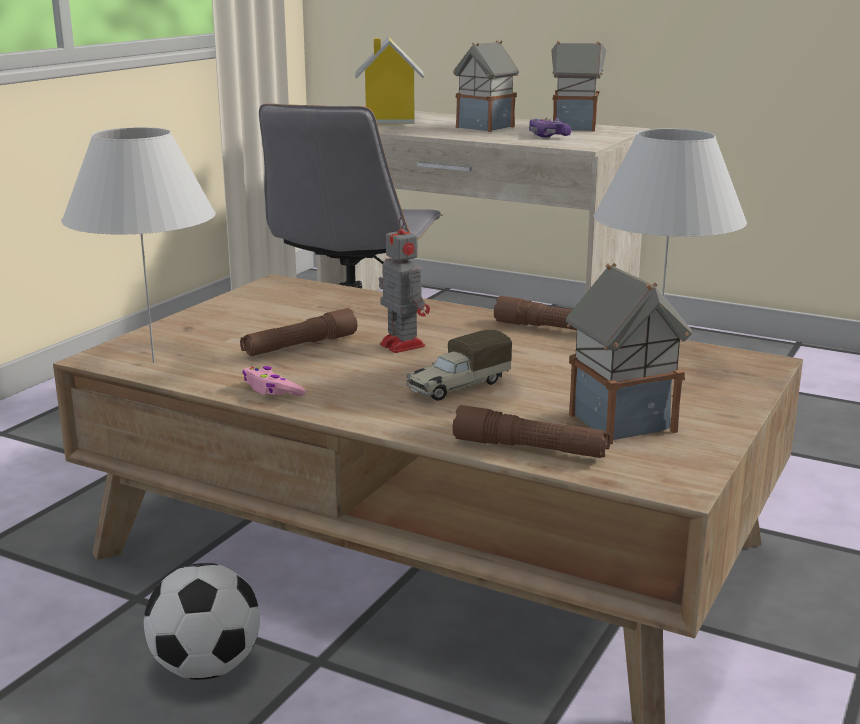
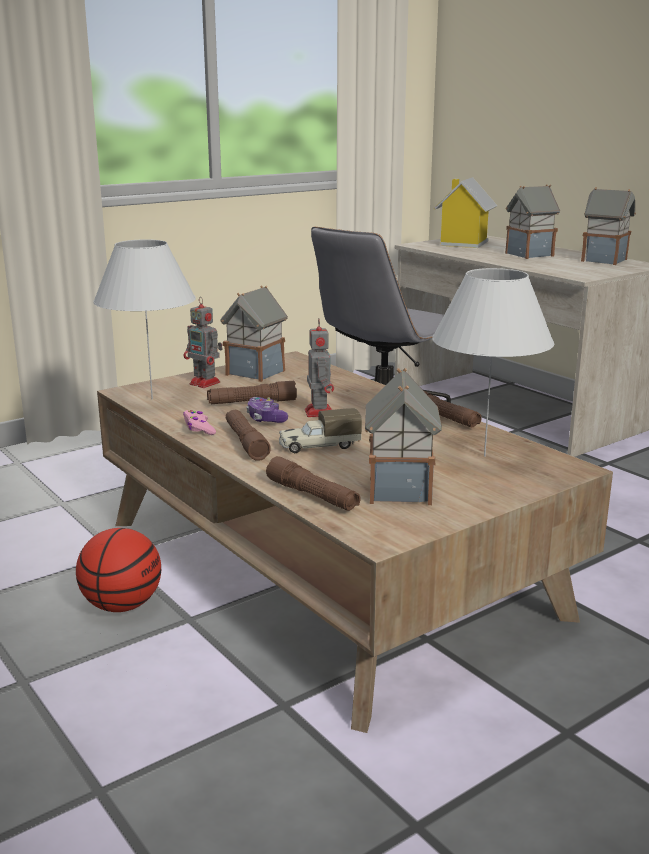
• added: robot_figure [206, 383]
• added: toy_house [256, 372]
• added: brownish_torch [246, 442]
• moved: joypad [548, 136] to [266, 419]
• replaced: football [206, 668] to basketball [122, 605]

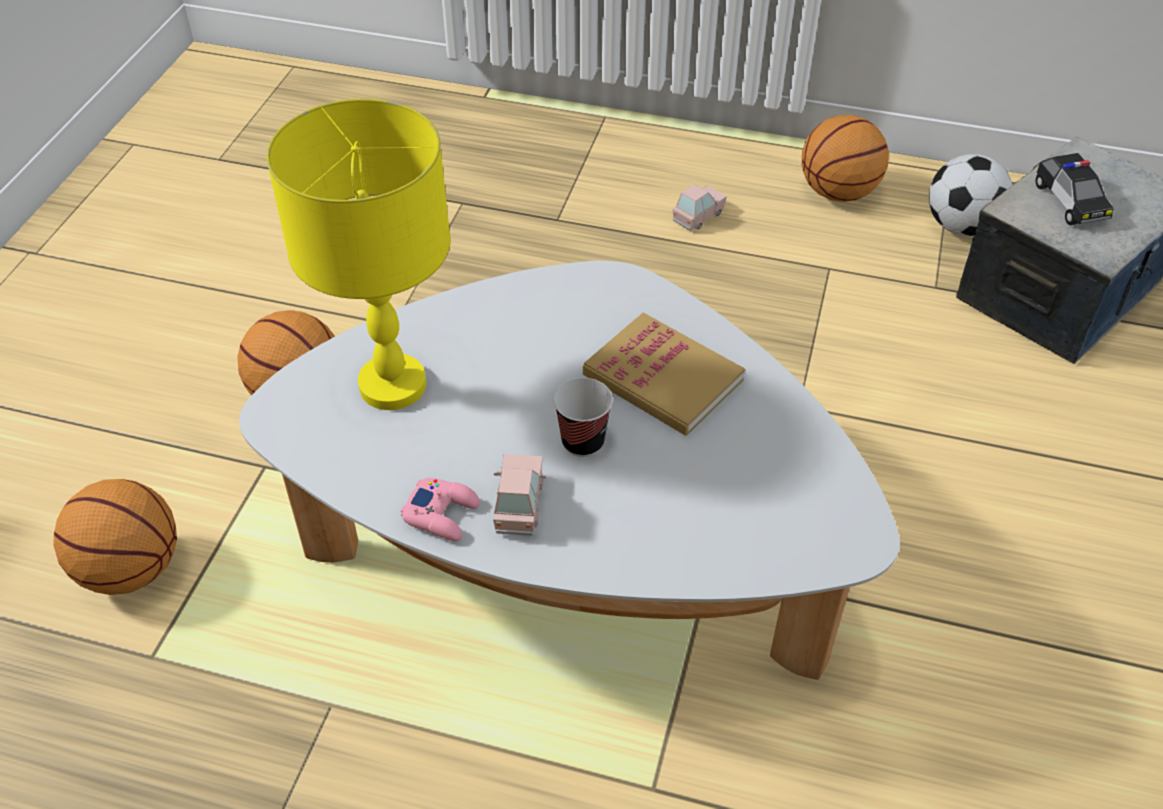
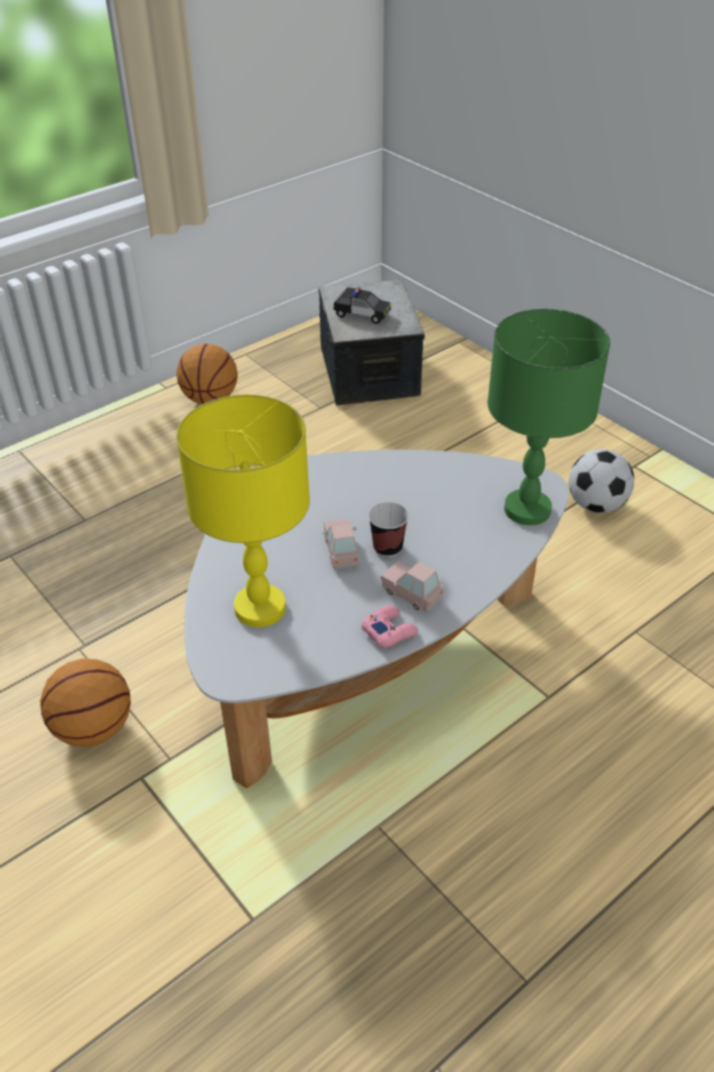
• removed: basketball [132, 569]
• removed: book [662, 378]
• added: greenish_tabletop_lamp [528, 510]
• moved: pink-coloured_model_car [698, 216] to [341, 551]
• moved: football [961, 227] to [596, 505]

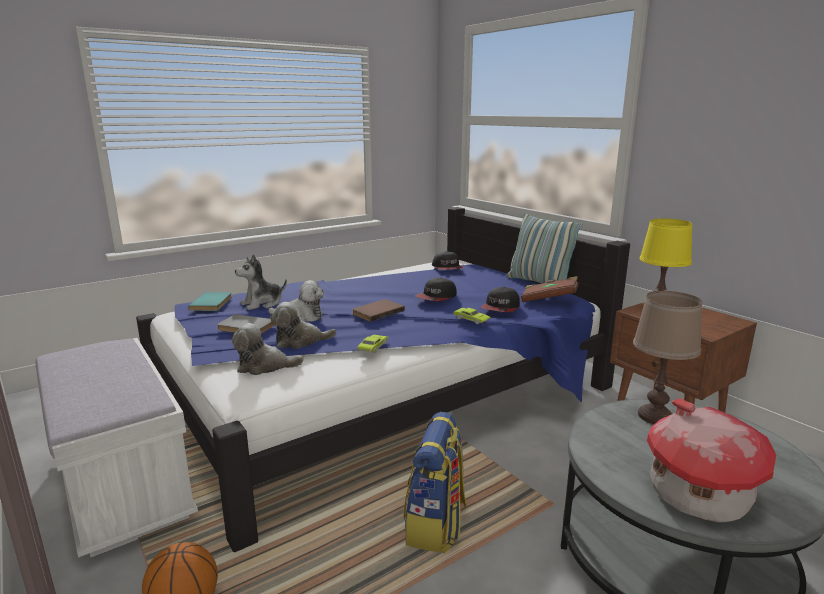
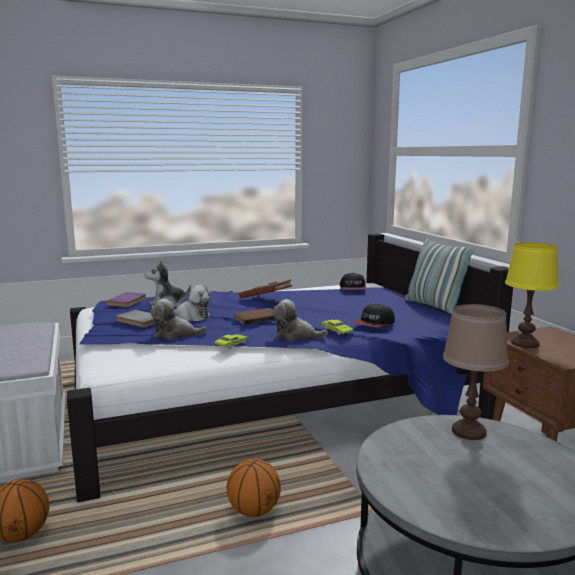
• removed: peaked_cap [436, 297]
• removed: toy_house [696, 495]
• moved: cuddly_toy [264, 366] to [295, 336]
• moved: brownish_book [549, 300] to [266, 299]
• replaced: knapsack [436, 525] to basketball [254, 511]
• recoloured: turquoise-coloured_book [213, 303] to purple-coloured_book [128, 301]

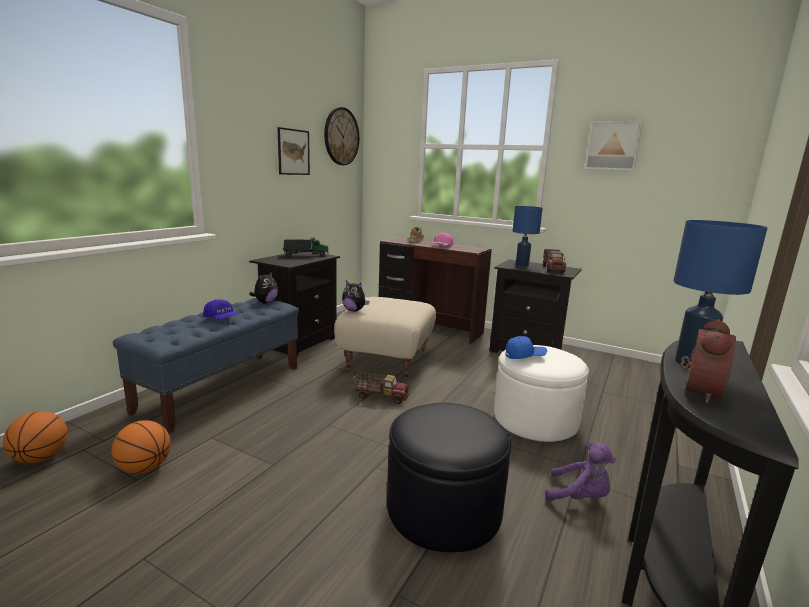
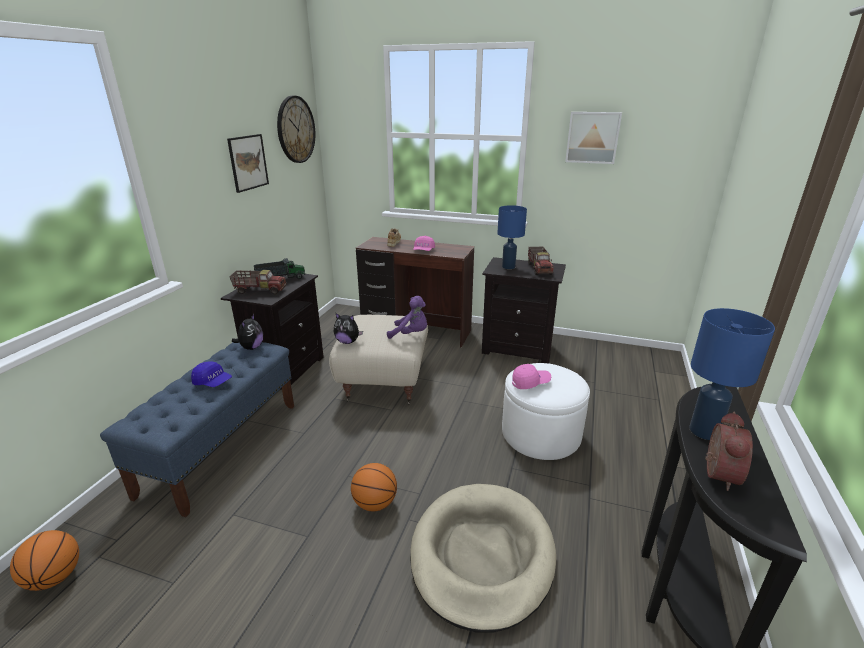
• moved: basketball [144, 468] to [375, 503]
• moved: model_truck [381, 396] to [260, 290]
• moved: purple-coloured_cuddly_toy [579, 497] to [411, 334]
• replaced: blackish_pouffe [443, 509] to sand-coloured_dog_bed [481, 556]
• recoloured: blue_peaked_cap [524, 356] to pink-coloured_peaked_cap [530, 382]

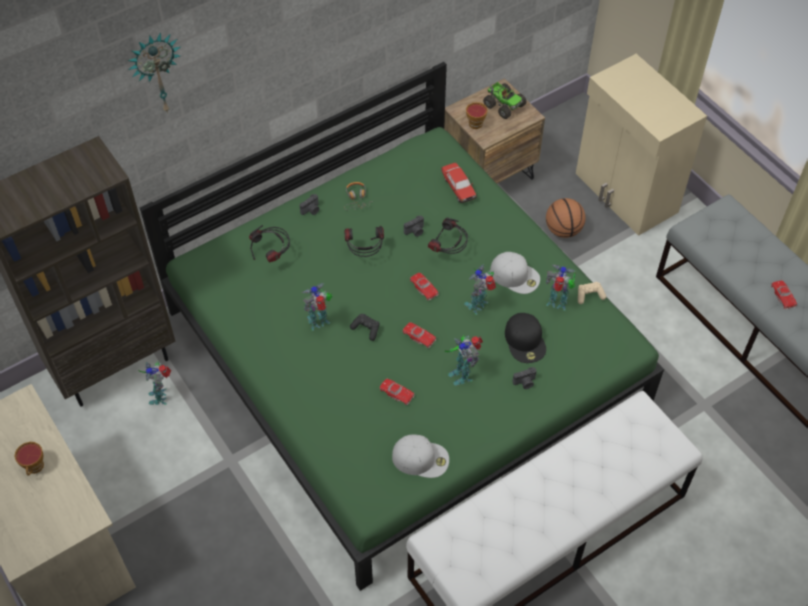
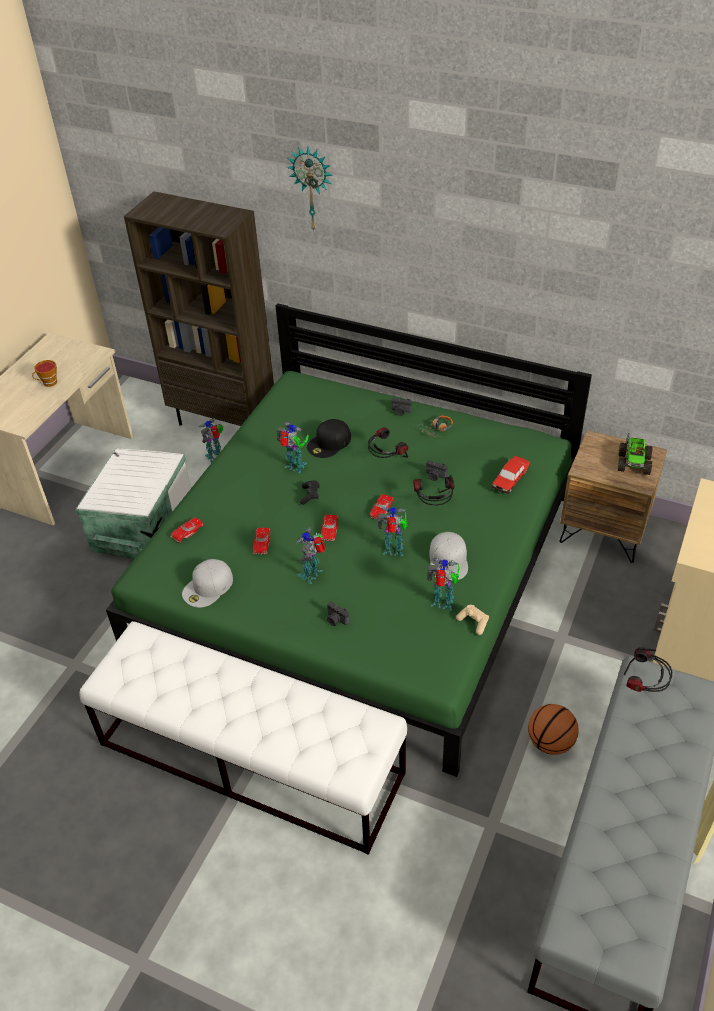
• removed: drinking_cup [476, 122]
• added: white-coloured_storage_box [141, 527]
• moved: pair_of_headphones [273, 256] to [643, 687]
• moved: blackish_peaked_cap [525, 341] to [329, 443]
• moved: basketball [563, 230] to [550, 742]
• moved: red_model_car [783, 296] to [187, 531]
• turned: white-coloured_peaked_cap [421, 458] = [208, 587] 60 degrees clockwise
• turned: robot_figure [558, 304] = [443, 604] 60 degrees counterclockwise

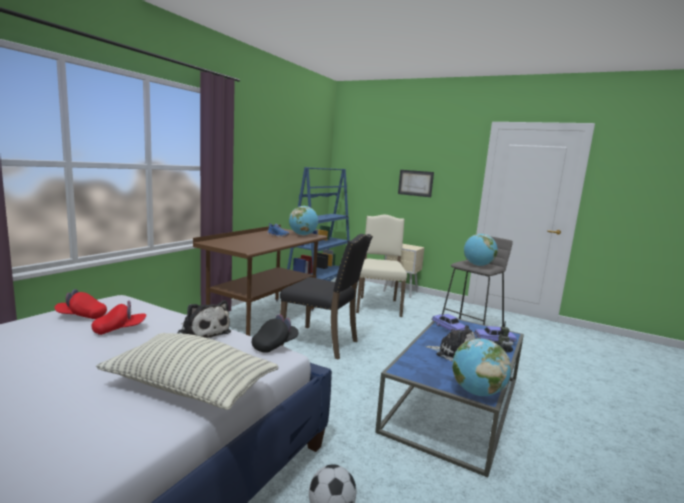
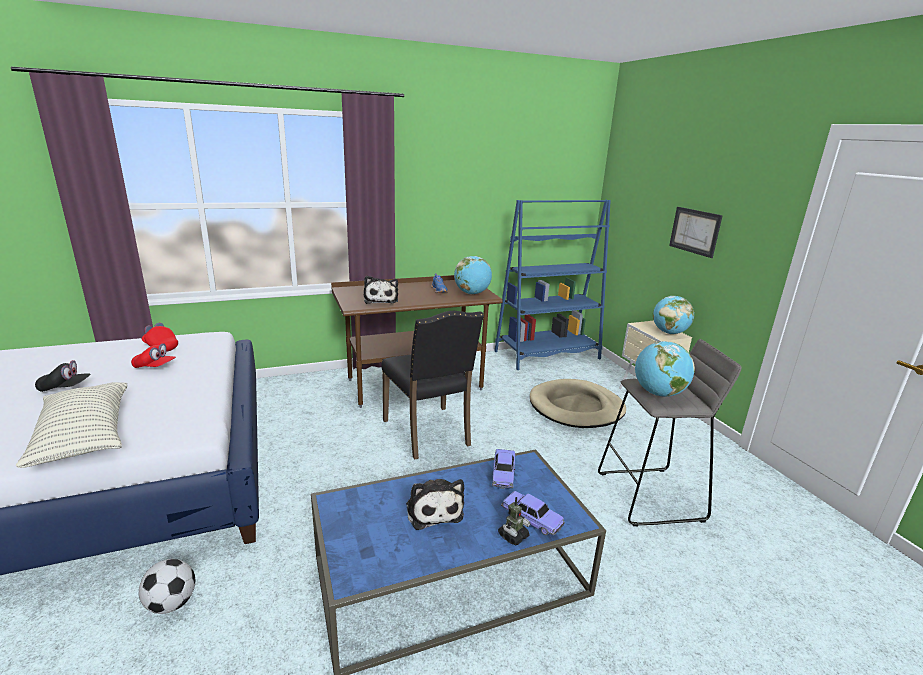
• moved: cuddly_toy [203, 332] to [381, 300]
• moved: blackish_peaked_cap [275, 345] to [65, 387]
• moved: globe [476, 392] to [669, 333]
• replaced: sand-coloured_plain_chair [378, 306] to sand-coloured_dog_bed [576, 407]

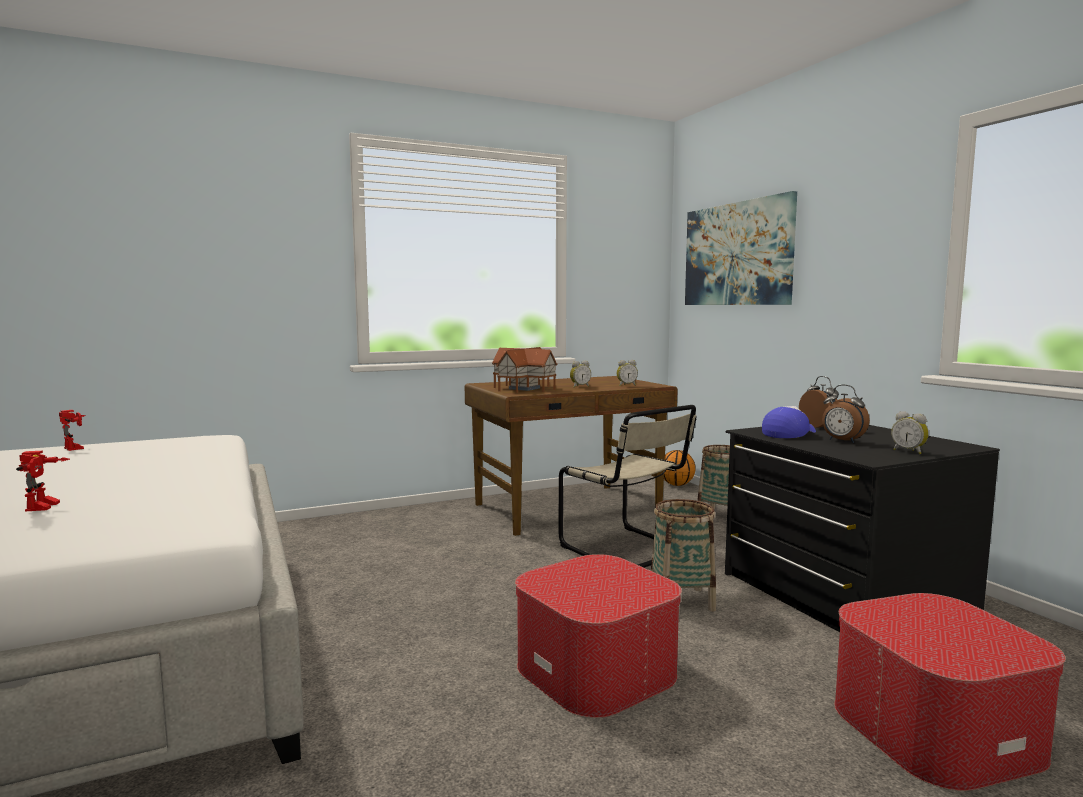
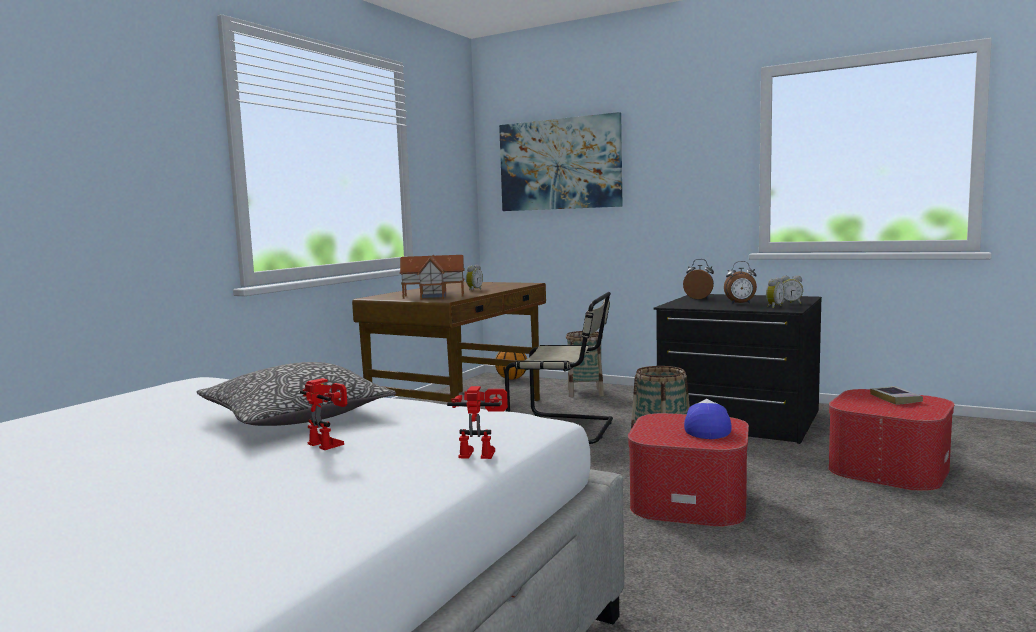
• added: cushion [296, 417]
• added: book [895, 399]
• moved: robot_figure [77, 448] to [480, 453]
• moved: alarm_clock [626, 385] to [773, 307]
• moved: peaked_cap [789, 433] to [706, 429]

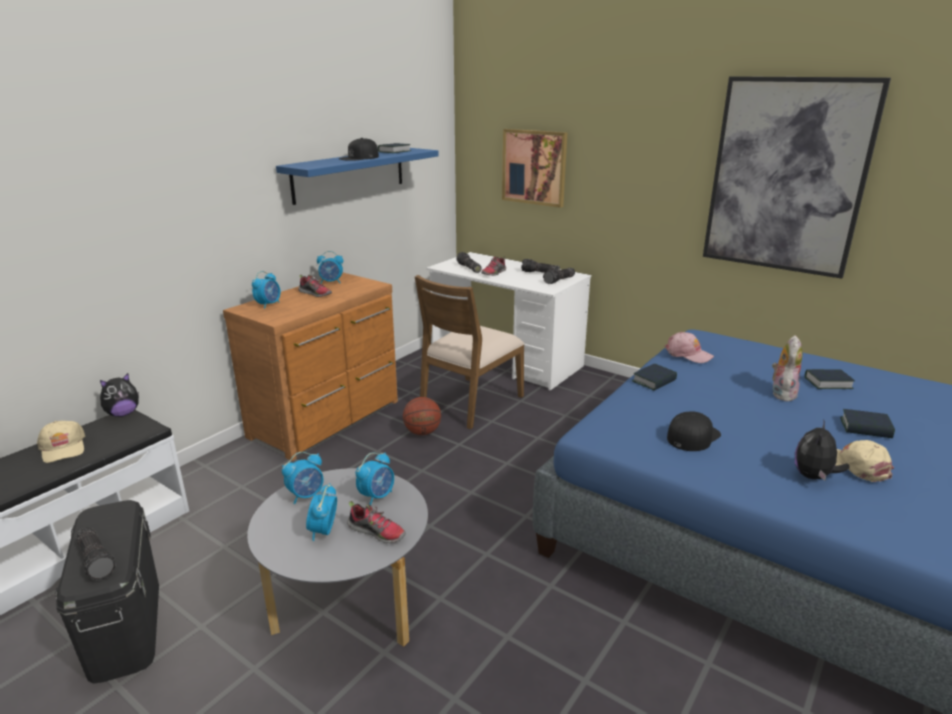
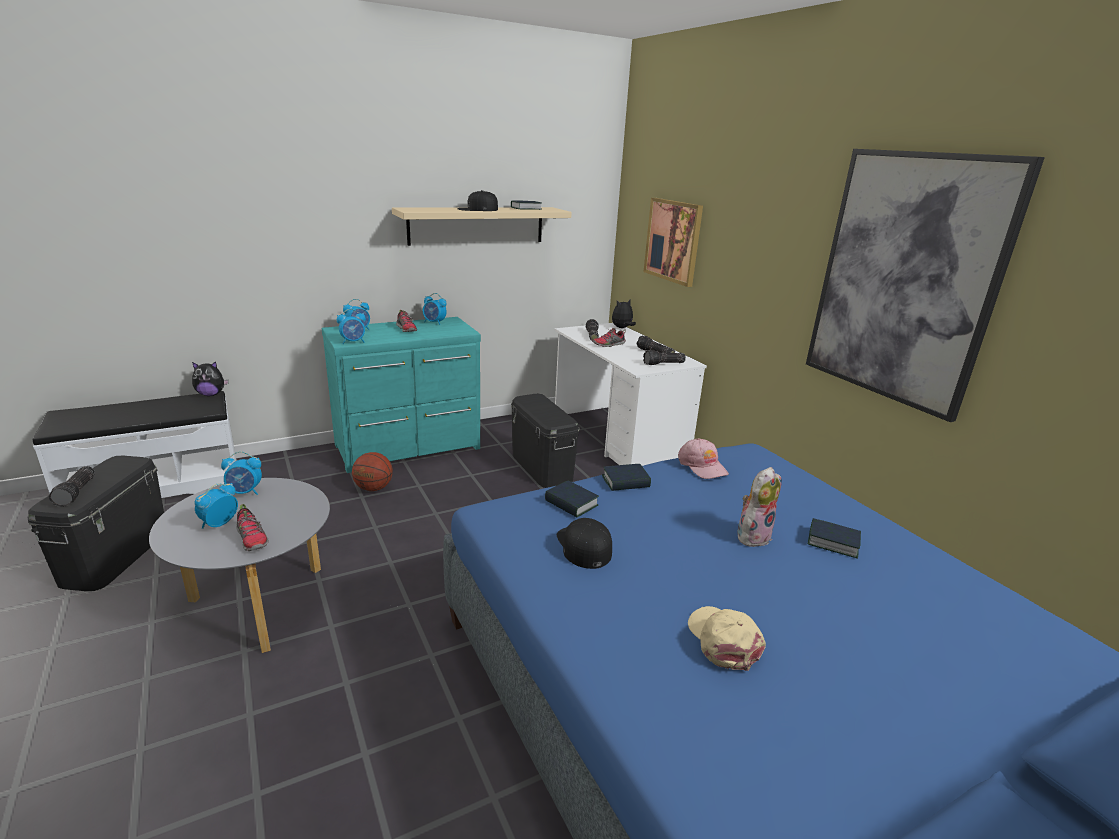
• removed: sand-coloured_peaked_cap [63, 448]
• moved: alarm_clock [377, 496] to [353, 342]
• moved: basketball [422, 432] to [373, 488]
• moved: cuddly_toy [813, 477] to [622, 328]
• moved: book [865, 428] to [571, 503]
• replaced: brownish_plain_chair [470, 402] to blackish_storage_box [541, 467]
• recoloured: brownish_chest_of_drawers [329, 419] to turquoise-coloured_chest_of_drawers [410, 448]
• recoloured: blue_shelf [350, 174] to sand-coloured_shelf [477, 225]
• turned: blackish_peaked_cap [693, 436] = [583, 546] 90 degrees counterclockwise

